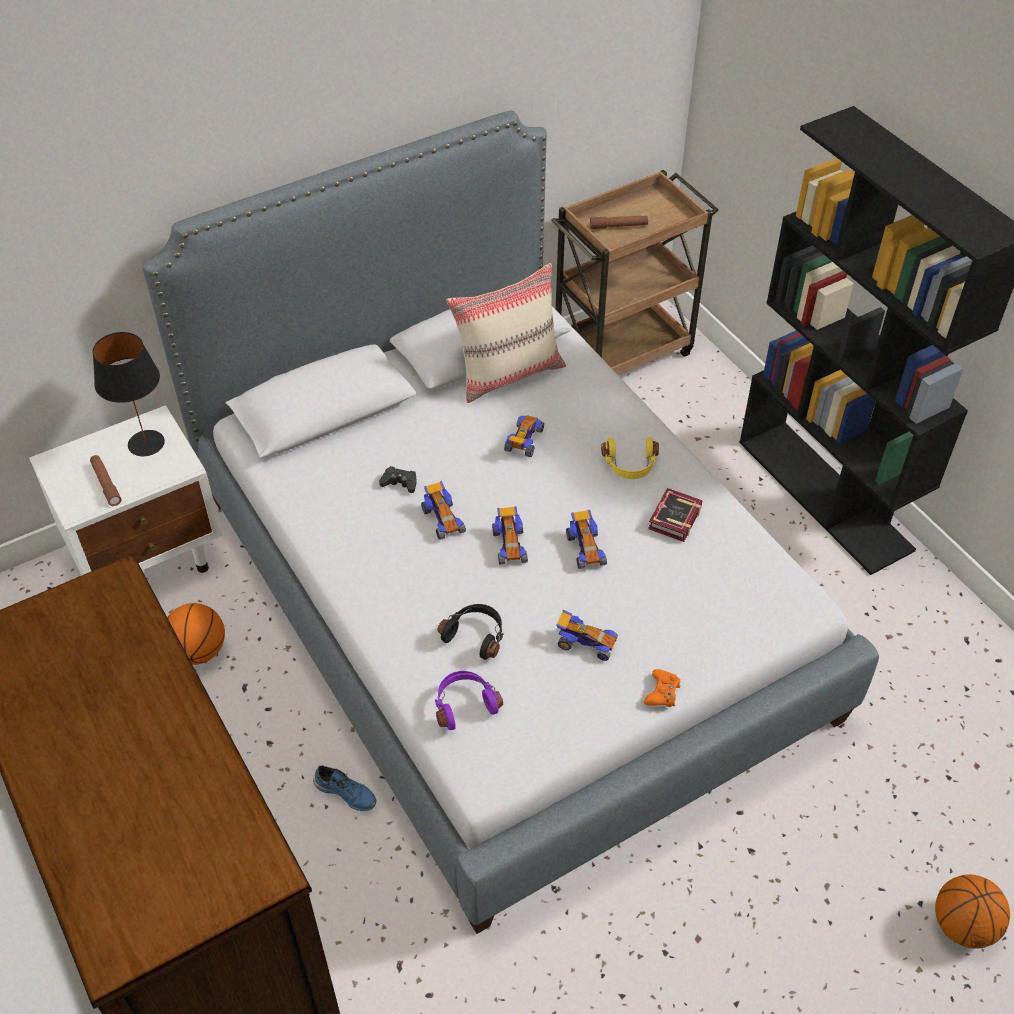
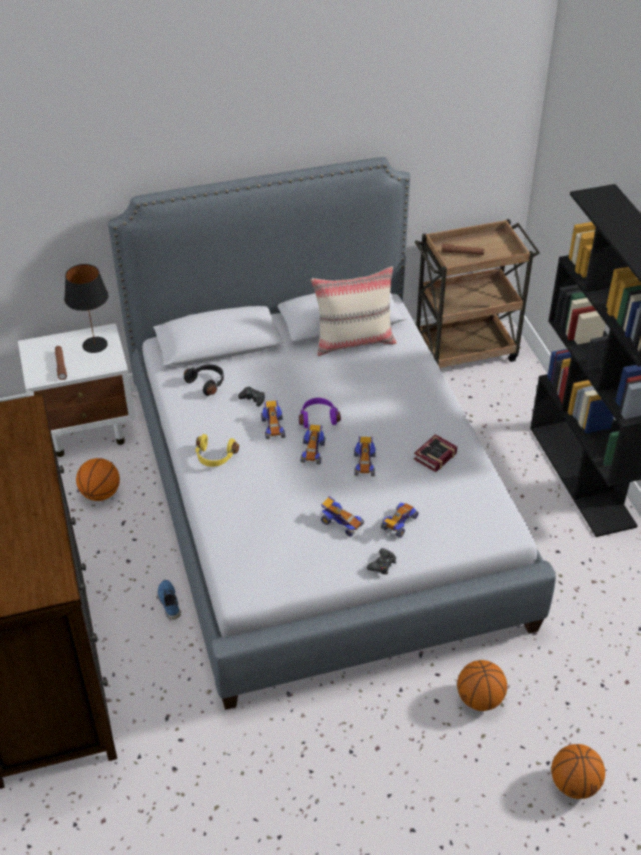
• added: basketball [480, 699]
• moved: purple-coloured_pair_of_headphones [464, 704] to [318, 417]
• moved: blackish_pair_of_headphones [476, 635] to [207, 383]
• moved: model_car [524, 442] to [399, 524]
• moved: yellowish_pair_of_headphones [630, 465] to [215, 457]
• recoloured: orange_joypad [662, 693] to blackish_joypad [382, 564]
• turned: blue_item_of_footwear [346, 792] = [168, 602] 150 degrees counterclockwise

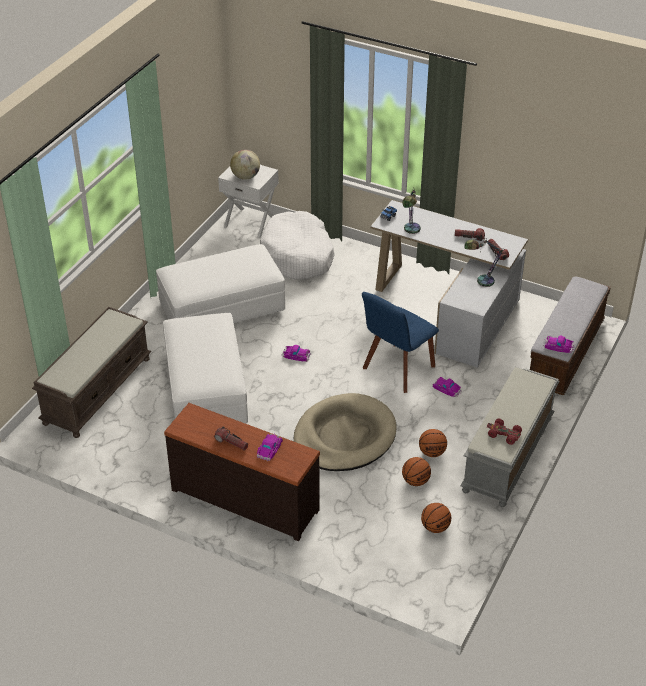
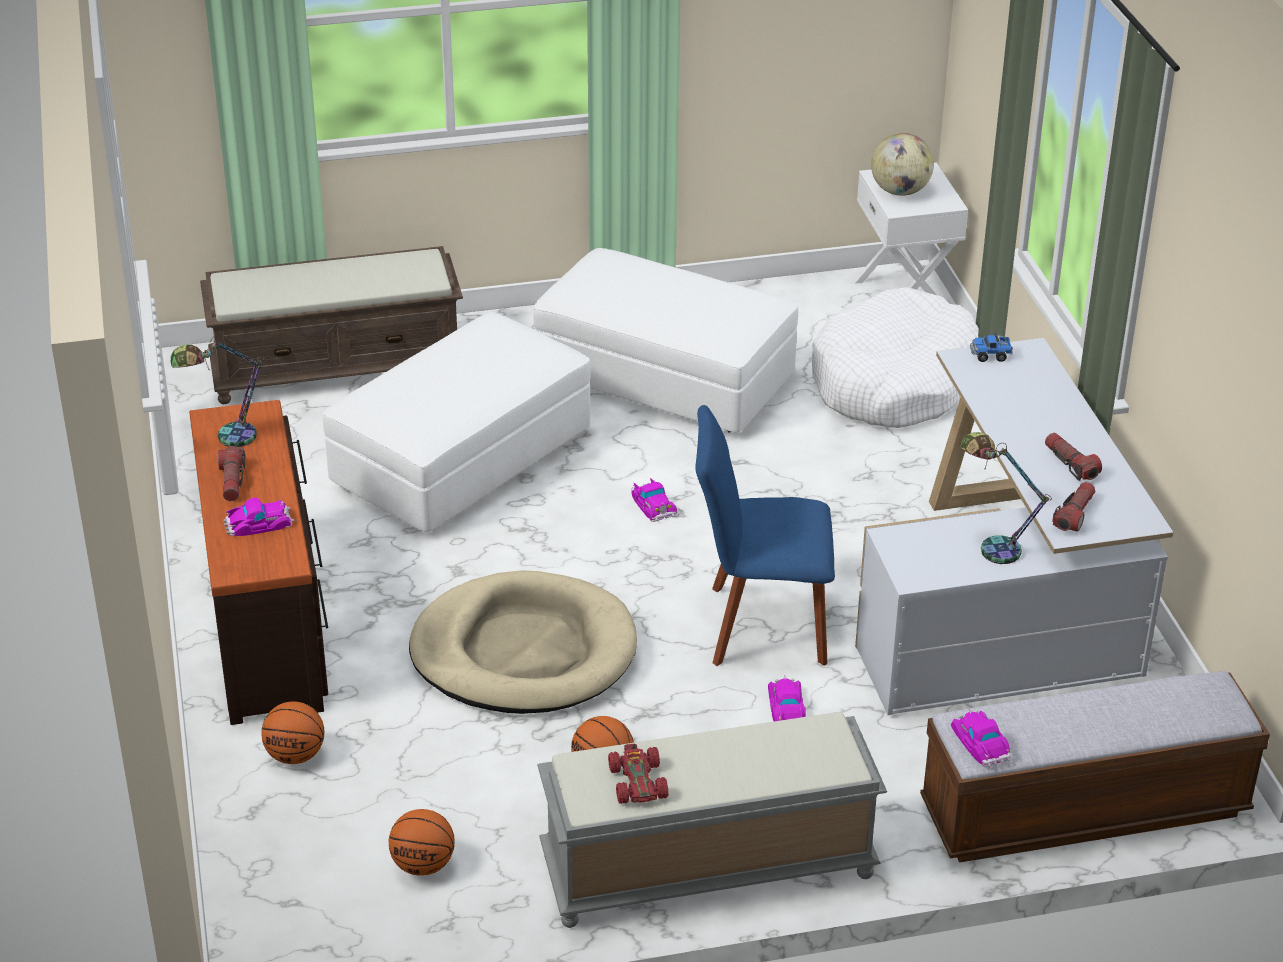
• moved: tabletop_lamp [410, 231] to [225, 438]
• moved: basketball [415, 481] to [295, 755]

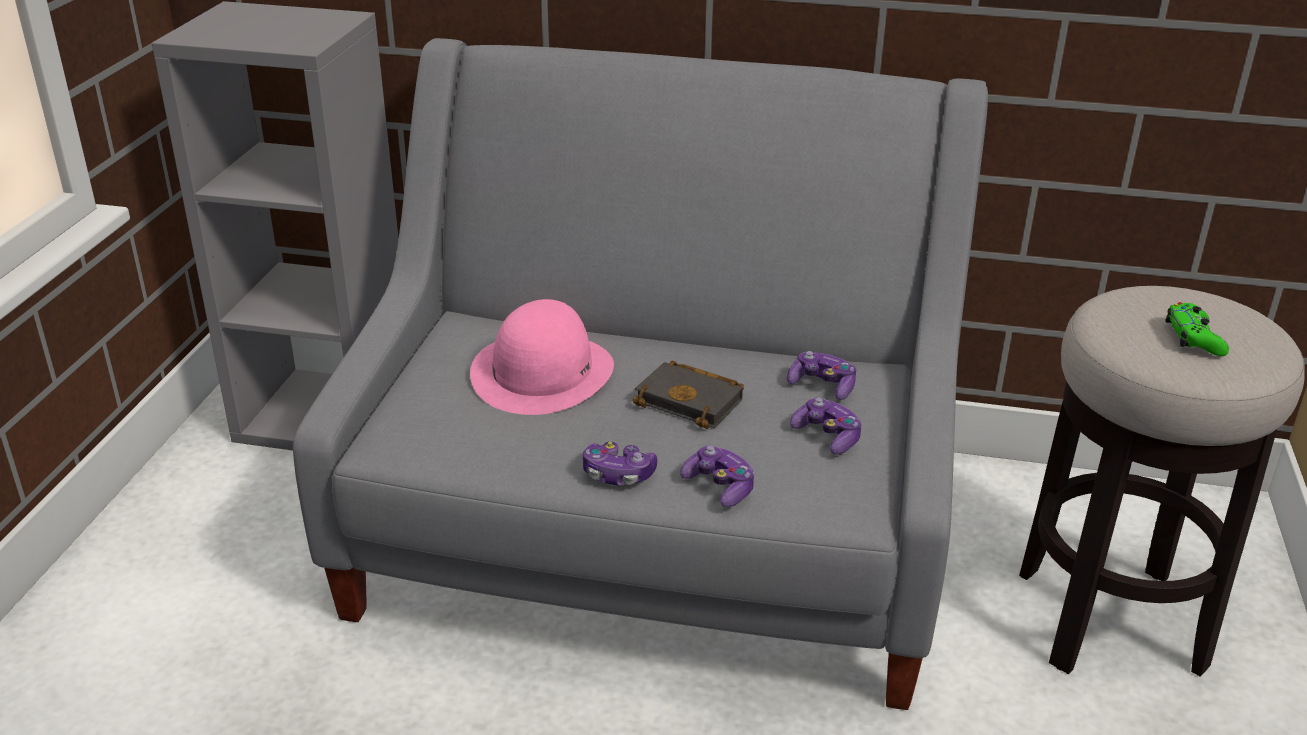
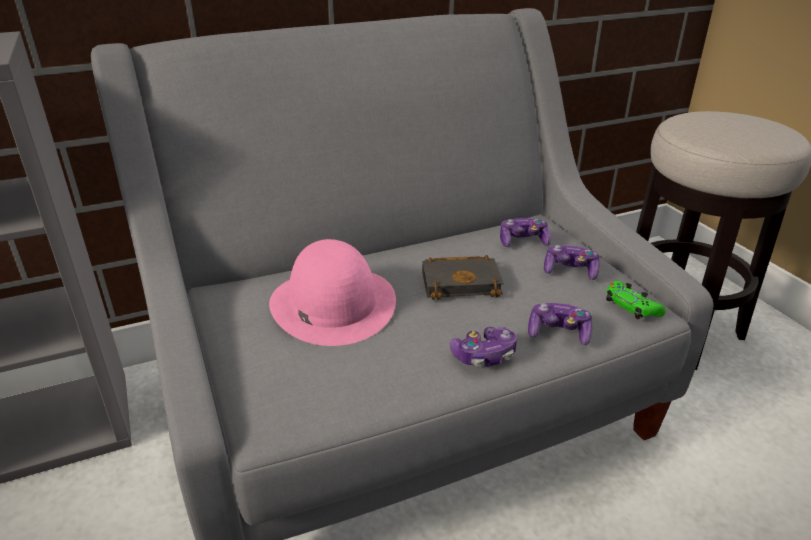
• moved: greenish_joypad [1194, 338] to [632, 307]

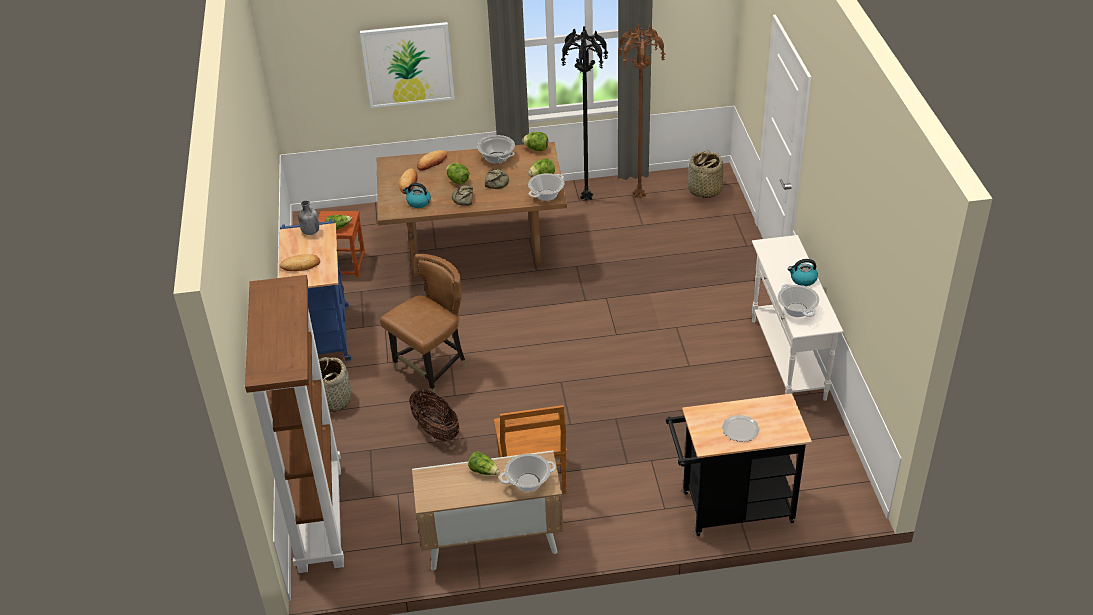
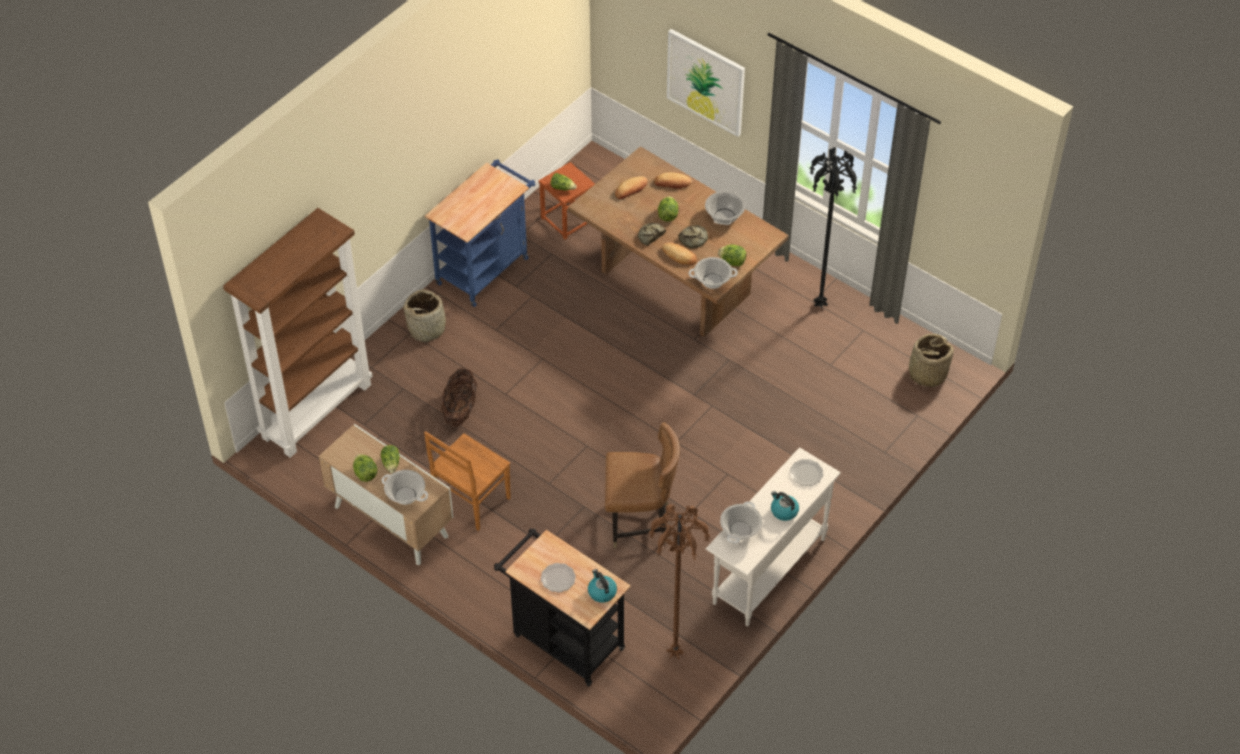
• removed: grey_beverage_bottle [310, 232]
• added: flat_dish [806, 474]
• moved: baked_bread [300, 265] to [679, 255]
• moved: brownish_plain_chair [432, 369] to [639, 523]
• moved: kettle [418, 202] to [601, 592]
• moved: lettuce_head [536, 149] to [365, 474]
• moved: brownish_standing_lamp [638, 197] to [674, 653]

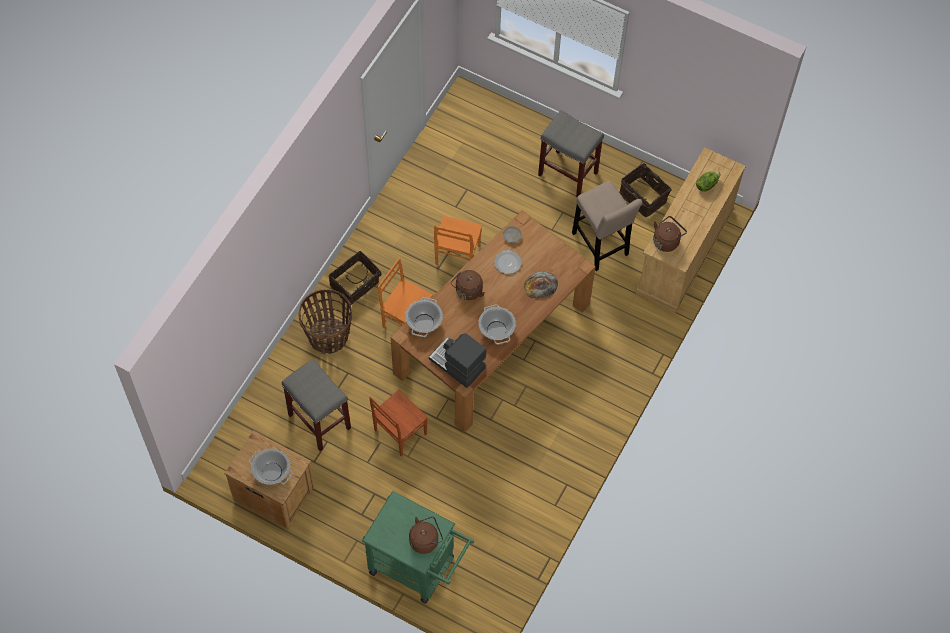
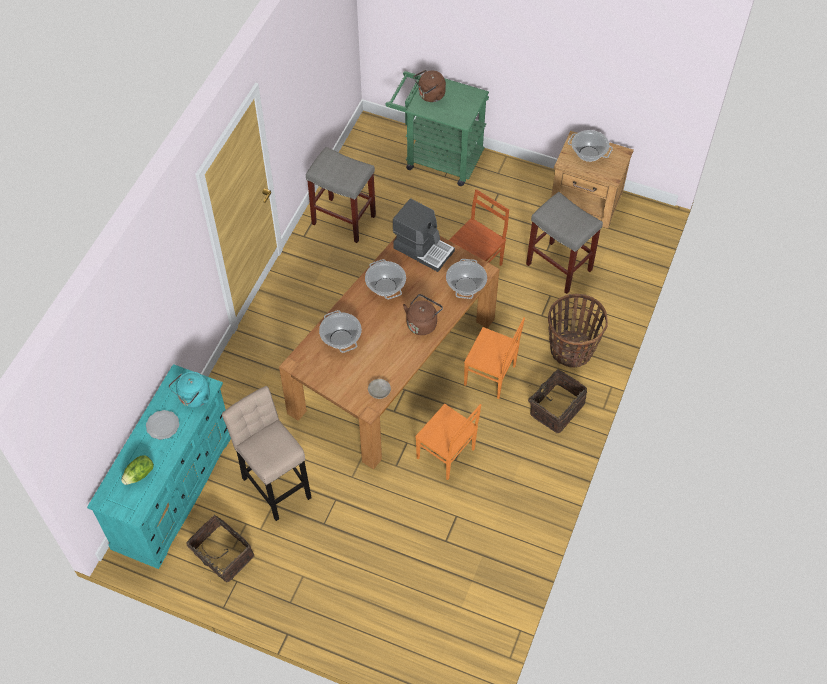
• moved: flat_dish [507, 262] to [163, 426]
• moved: grey_stool_seat [569, 174] to [342, 220]
• replaced: baked_bread [540, 285] to stockpot [340, 338]
• recoloured: sand-coloured_chest_of_drawers [684, 252] to turquoise-coloured_chest_of_drawers [174, 488]
• recoloured: brownish_kettle [667, 240] to turquoise-coloured_kettle [193, 398]
• turned: orange_plain_chair [456, 255] = [446, 455] 120 degrees clockwise

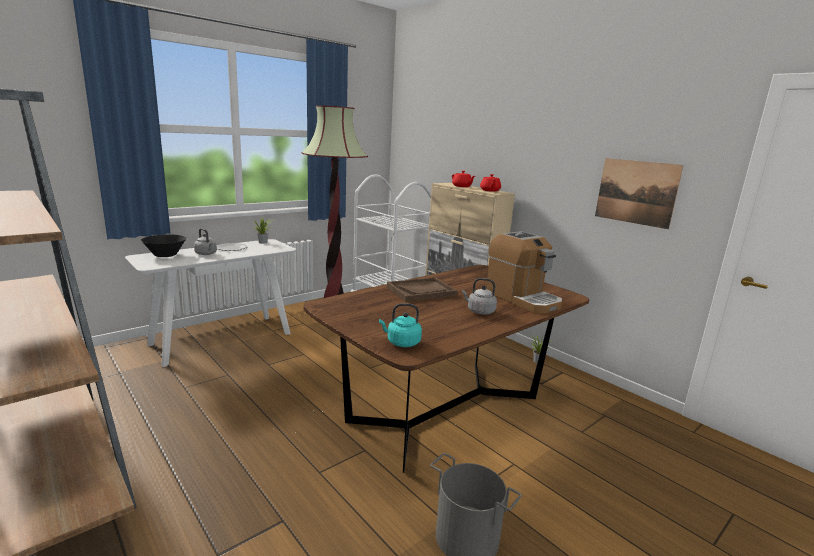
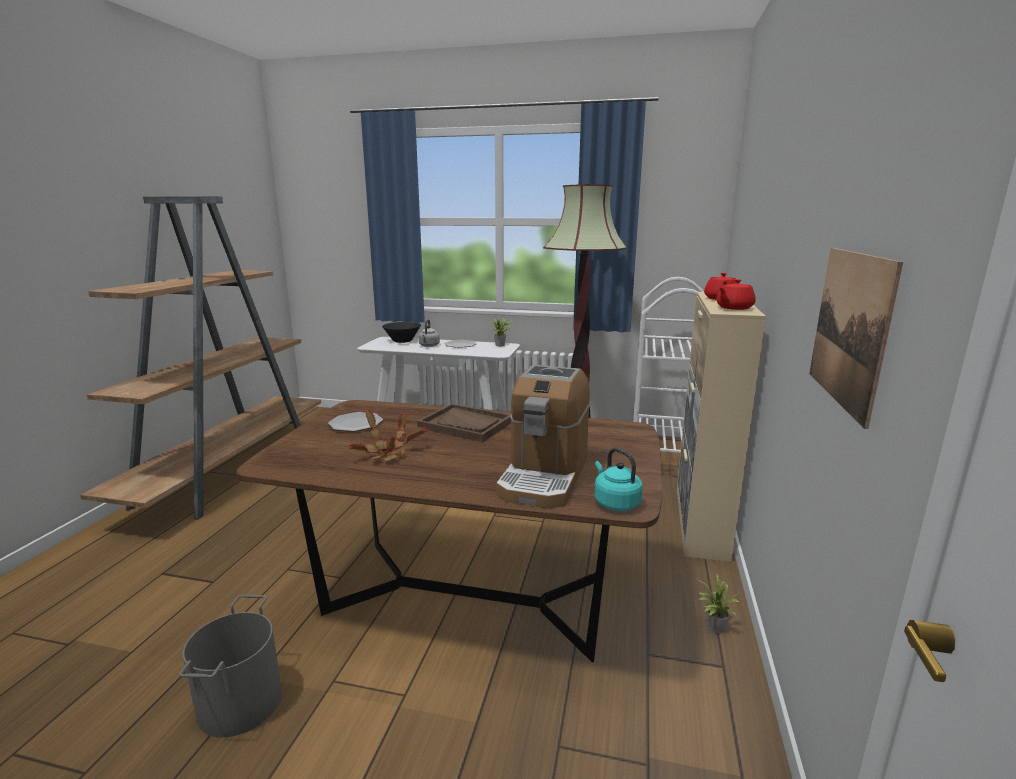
• removed: grey_kettle [479, 311]
• added: flat_dish [356, 423]
• added: houseplant [387, 452]
• moved: turquoise-coloured_kettle [401, 342] to [615, 502]

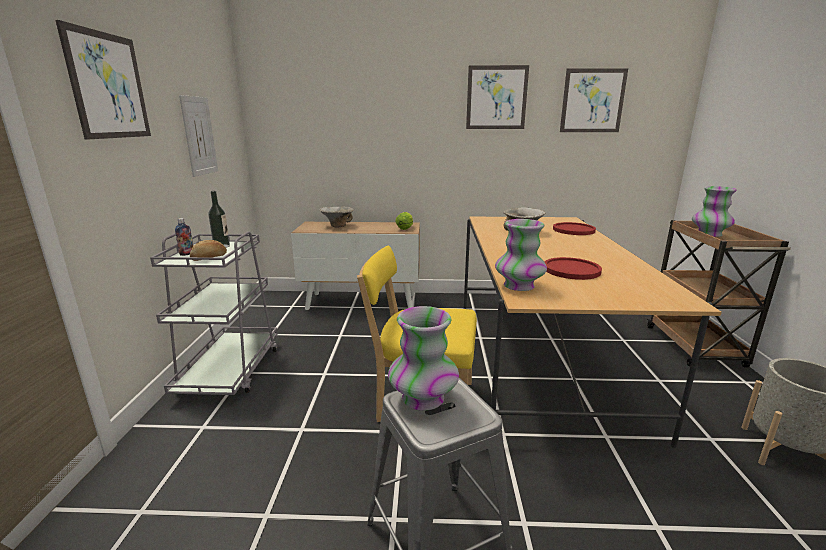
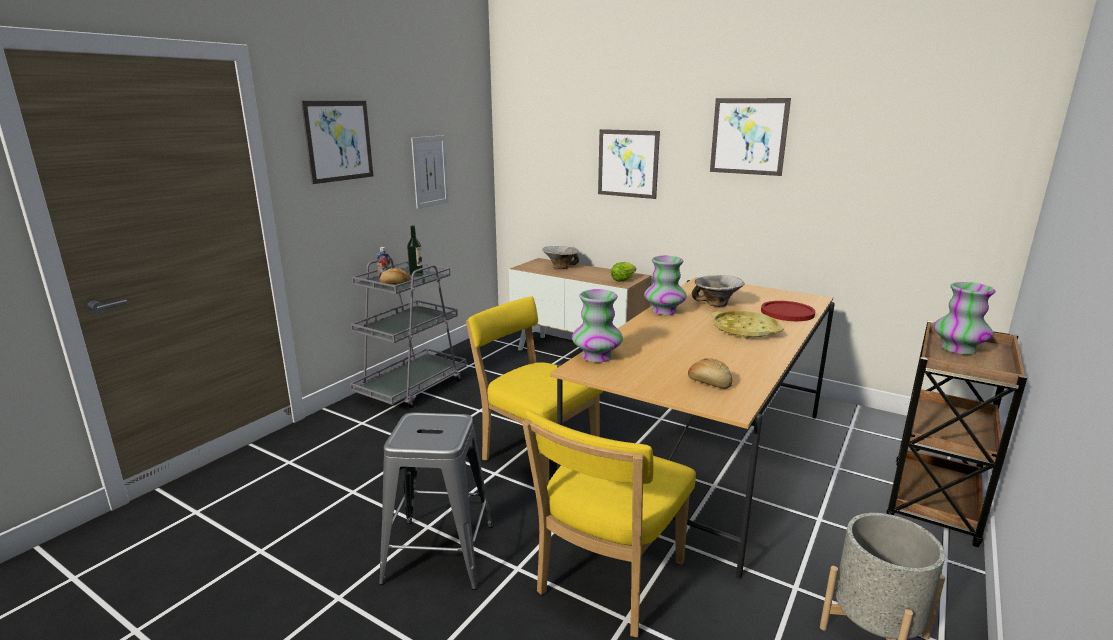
• removed: red_flat_dish [571, 270]
• added: yellowish_plain_chair [607, 582]
• added: baked_bread [709, 383]
• added: yellowish_carrying_tray [745, 330]
• moved: vase [422, 398] to [664, 311]
• moved: picture [592, 101] to [628, 163]

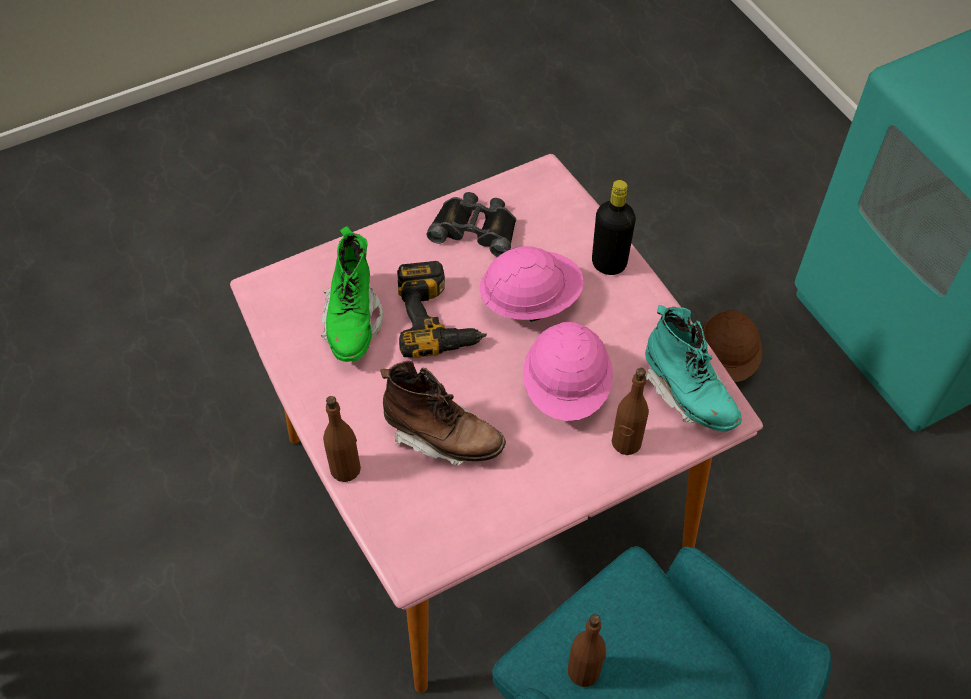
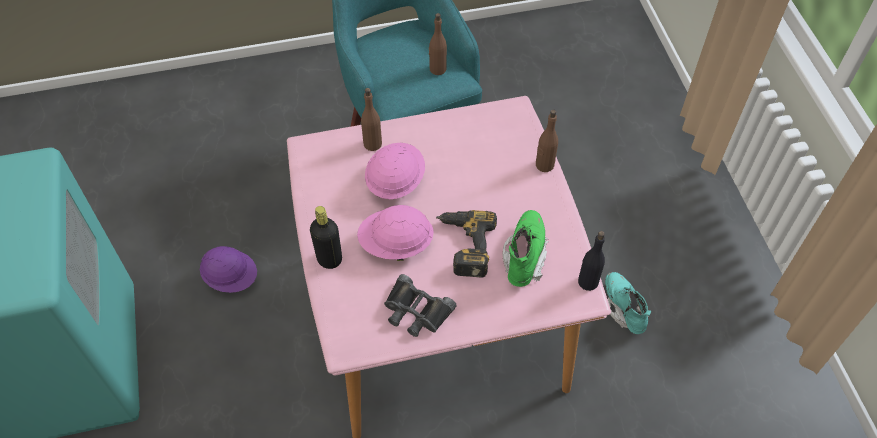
• removed: brownish_boot [443, 437]
• removed: brownish_safety_helmet [725, 360]
• added: purple-coloured_safety_helmet [231, 278]
• added: blackish_beverage_bottle [588, 281]
• moved: turquoise-coloured_boot [688, 394] to [624, 308]

